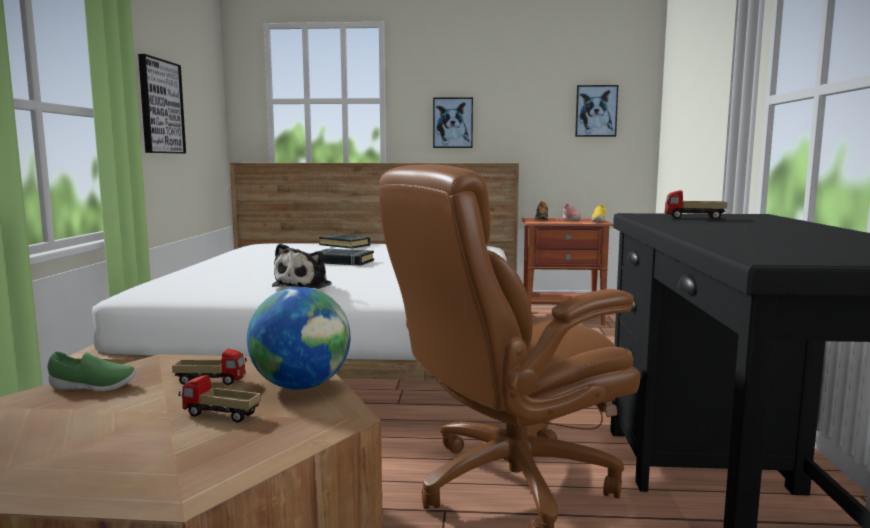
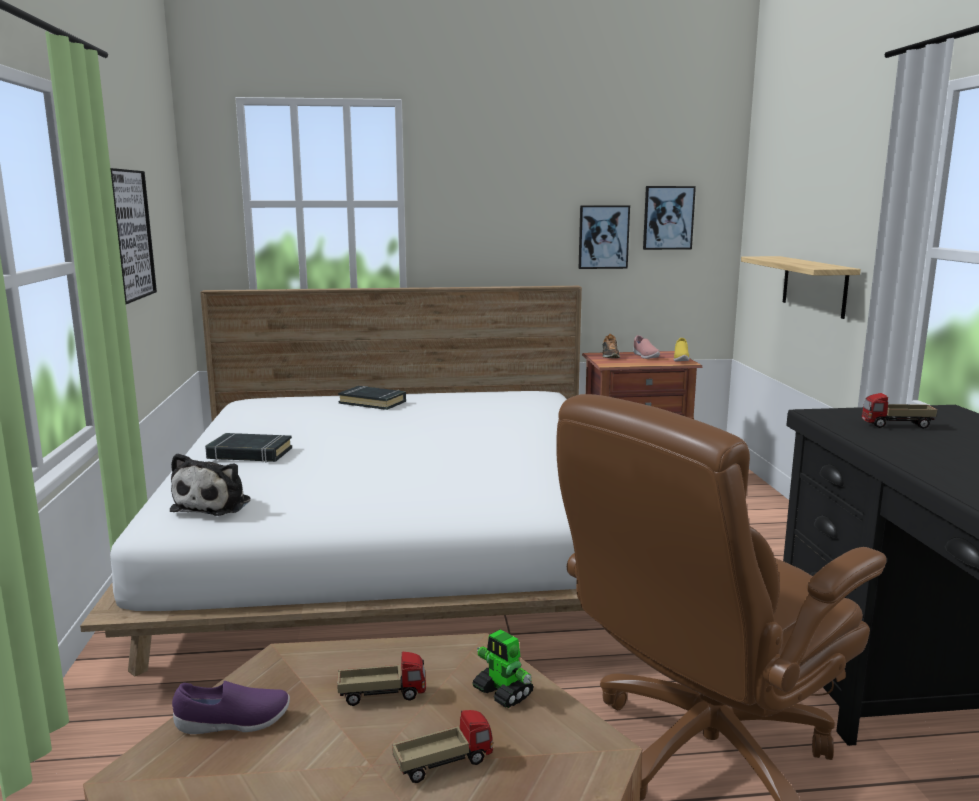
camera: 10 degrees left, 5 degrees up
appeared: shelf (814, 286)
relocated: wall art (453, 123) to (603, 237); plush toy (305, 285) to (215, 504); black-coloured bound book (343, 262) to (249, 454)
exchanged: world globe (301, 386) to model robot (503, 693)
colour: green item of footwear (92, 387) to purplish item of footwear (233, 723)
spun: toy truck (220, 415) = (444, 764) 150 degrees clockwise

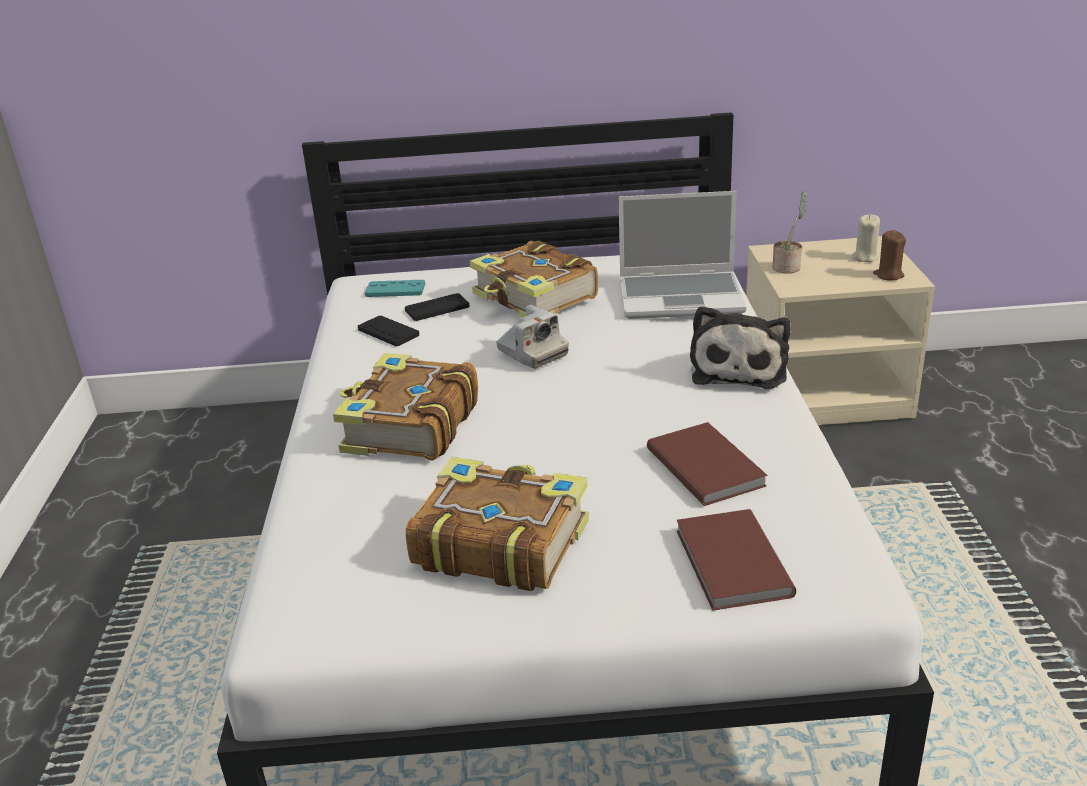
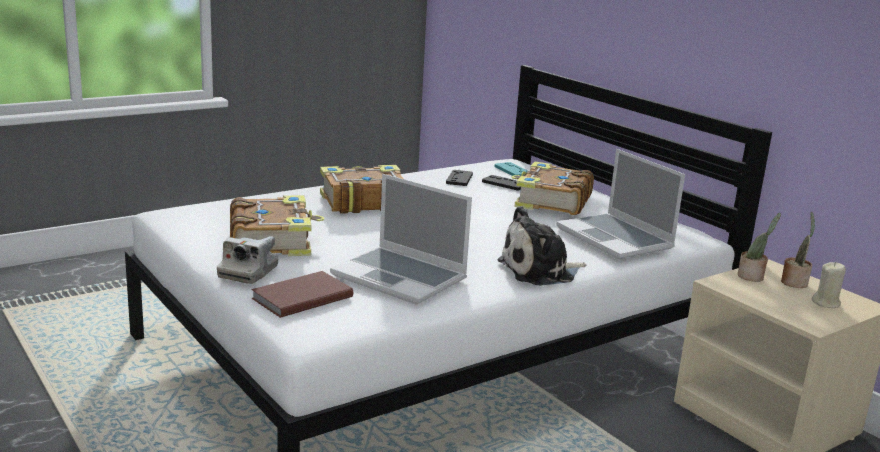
camera: 55 degrees right, 10 degrees down
missing: brown wax light (888, 275)
appeared: potted plant (795, 282)
relocated: photo camera (532, 353) to (248, 272)
exchanged: brown bound book (707, 466) to portable computer (401, 277)

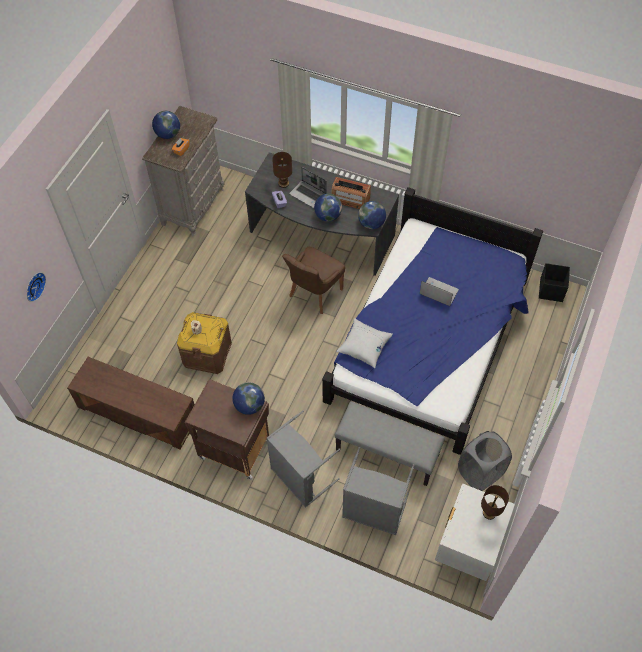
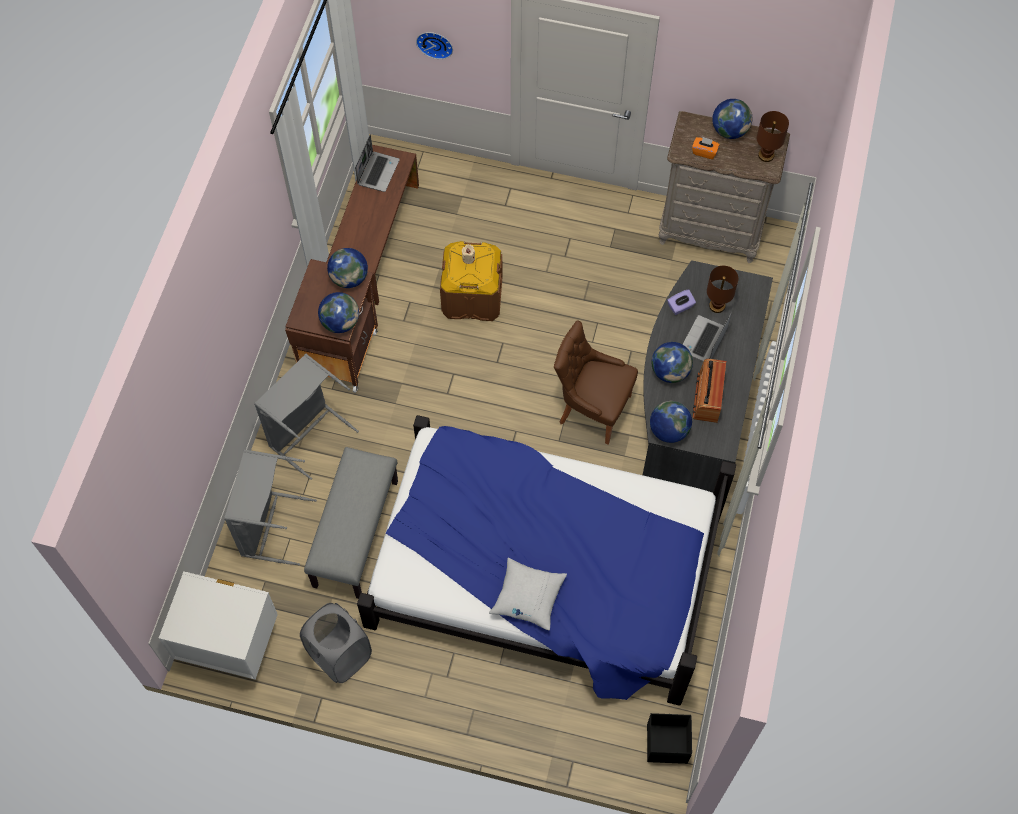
camera: 80 degrees right, 5 degrees up
appeared: world globe (349, 278)
relocated: portable computer (438, 292) to (378, 171); grey pillow (364, 347) to (528, 597); brown table lamp (489, 512) to (766, 155)

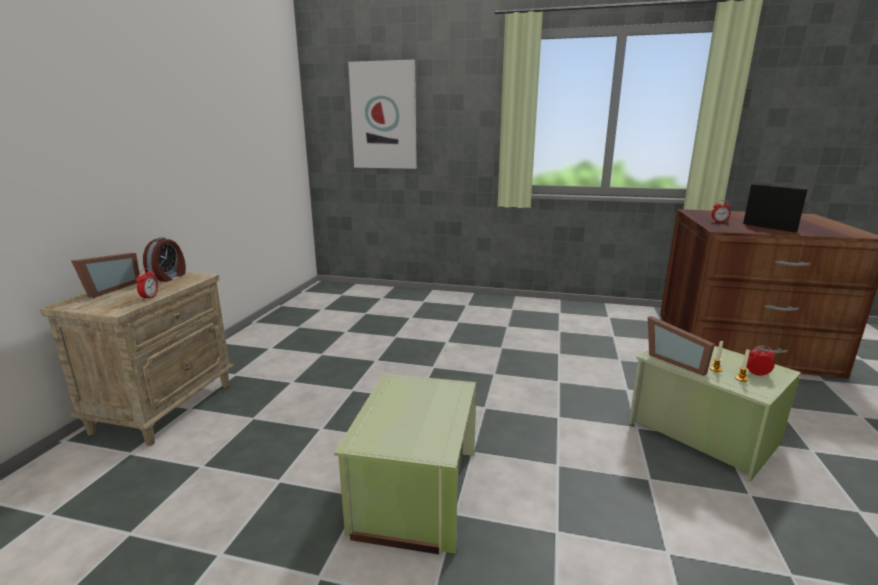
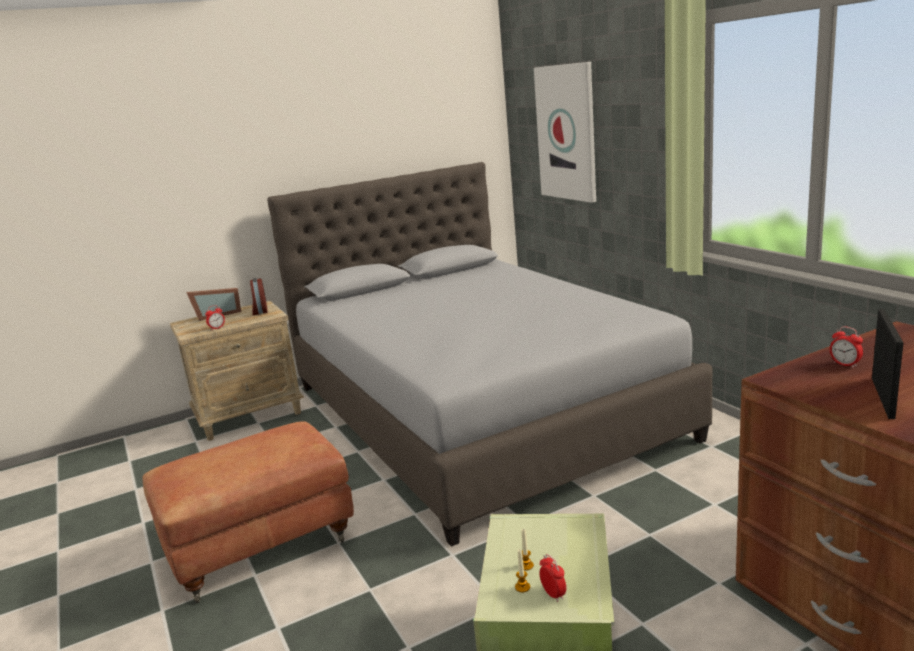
camera: 50 degrees right, 0 degrees up
missing: picture frame (676, 361)
appeared: grey bedroom bed (477, 411)
exchanged: green storage container (414, 491) to brown ottoman (261, 546)
spun: alarm clock (169, 277) = (259, 311) 105 degrees clockwise

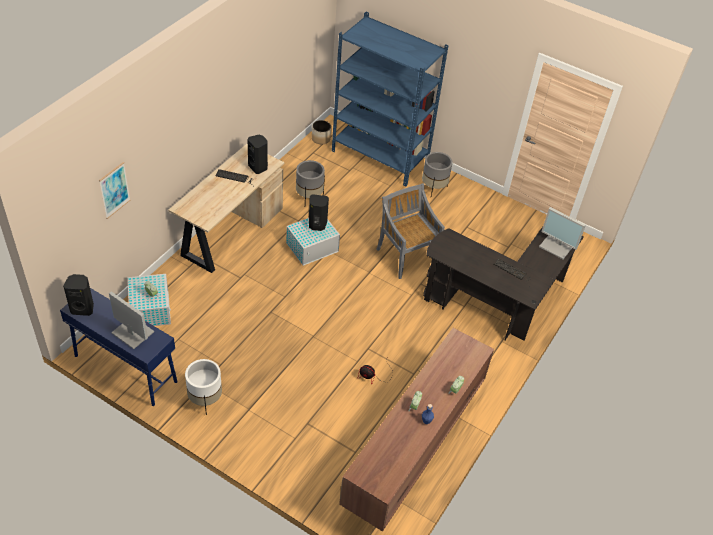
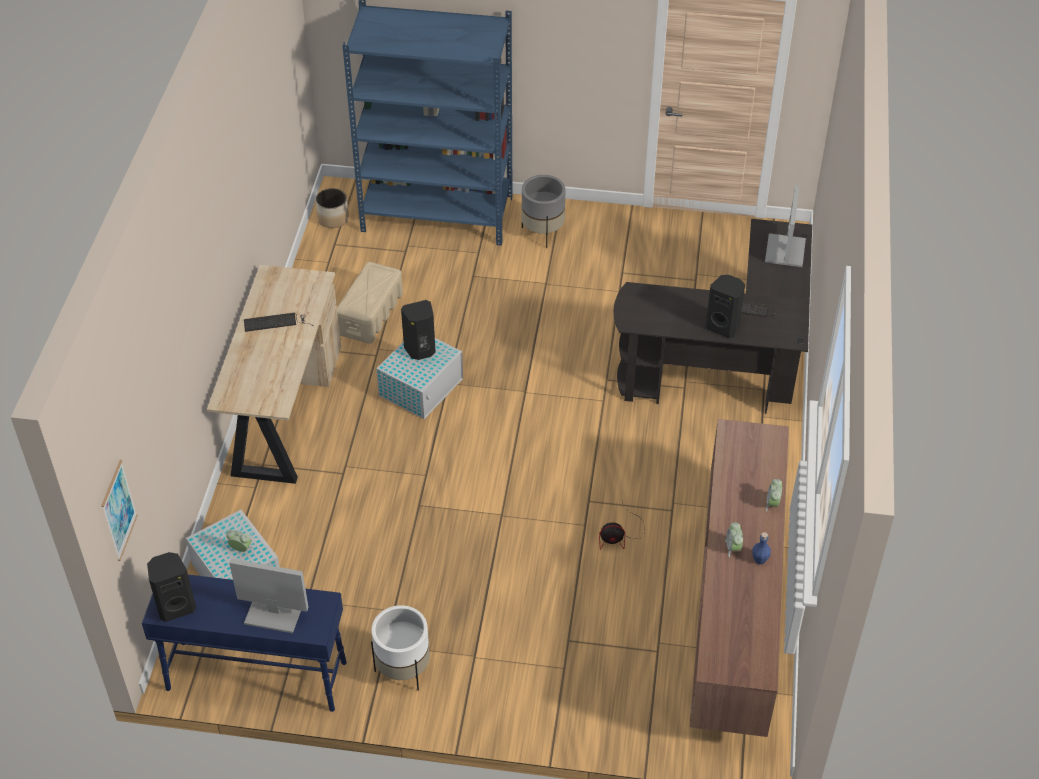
camera: 20 degrees left, 0 degrees up
missing: grey plain chair (406, 256)
relocated: black-coloured audio speaker (258, 167) to (723, 326); wall art (114, 190) to (118, 510)
exchanged: grey flower pot (309, 197) to beige-coloured storage container (370, 314)
spun: computer display (557, 246) = (786, 251) 90 degrees clockwise

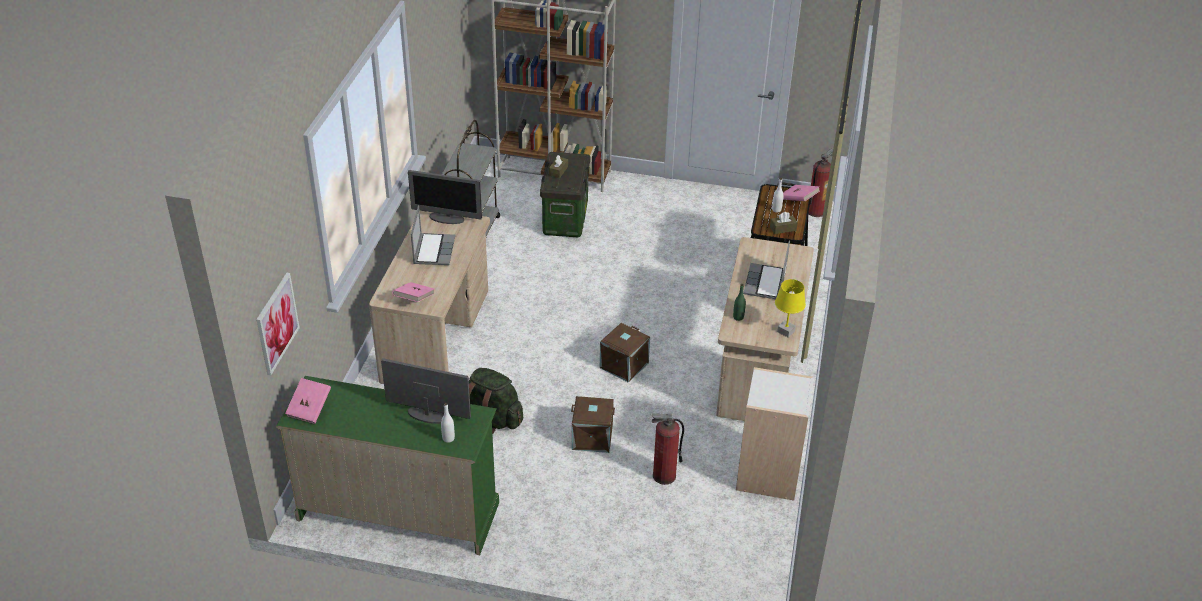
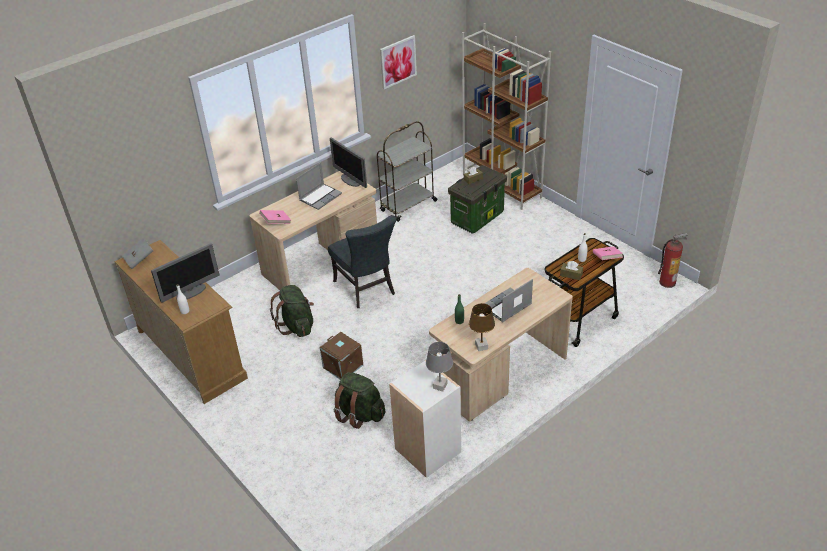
camera: 40 degrees right, 0 degrees up
missing: brown storage container (624, 366)
appeared: grey plain chair (367, 289); grey table lamp (440, 386)
relocated: wall art (277, 323) to (398, 62)
exchanged: fire-fighting cylinder (664, 476) to green rucksack (359, 414)
colour: yellowish table lamp (785, 331) to brown table lamp (481, 346); green cabinet (397, 510) to brown cabinet (191, 353); pinkish bound book (309, 408) to grey bound book (139, 259)
spun: computer display (428, 415) = (191, 292) 90 degrees clockwise

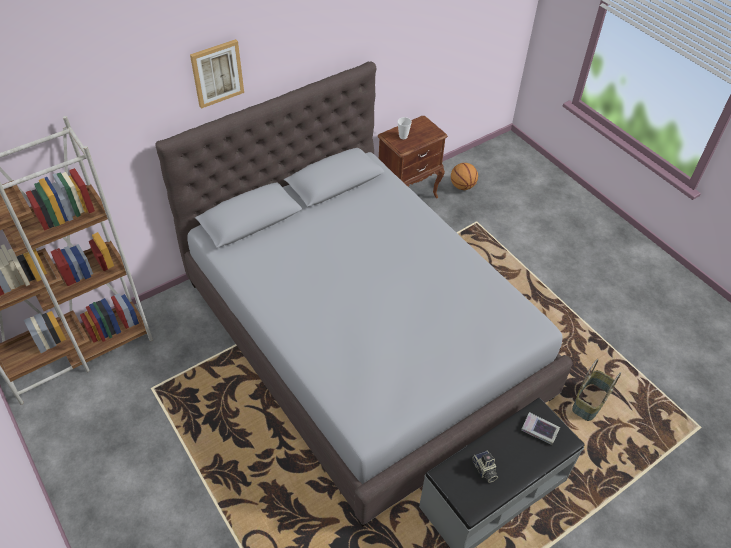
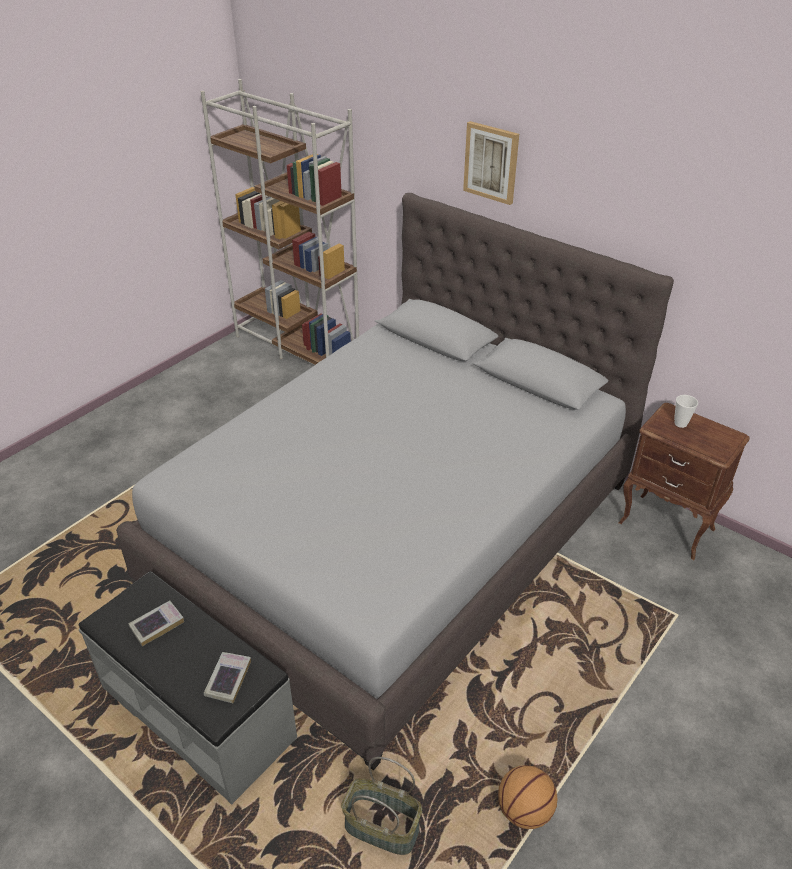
camera: 75 degrees right, 10 degrees down
relocated: ball for basketball (462, 186) to (524, 811)
exchanged: photo camera (484, 470) to bound book (157, 625)

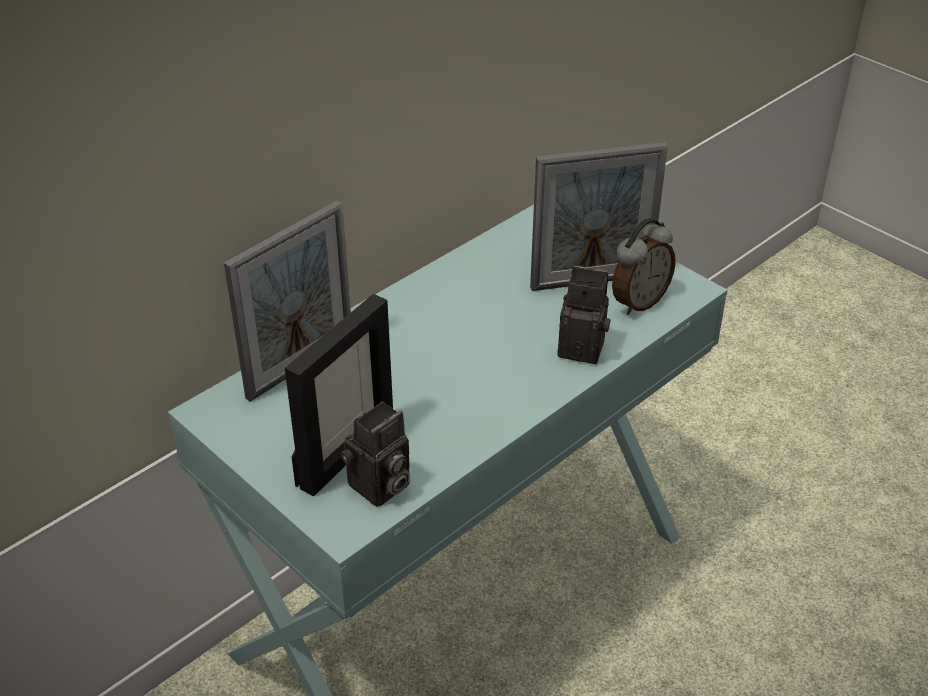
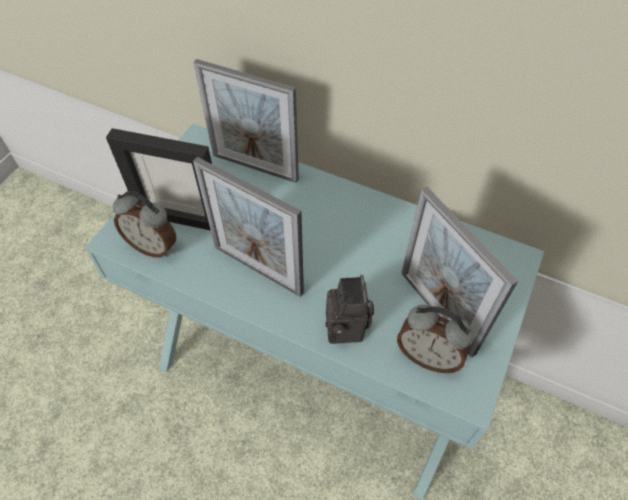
camera: 70 degrees right, 15 degrees up
appeared: picture frame (258, 269)
exchanged: photo camera (379, 488) to alarm clock (153, 246)

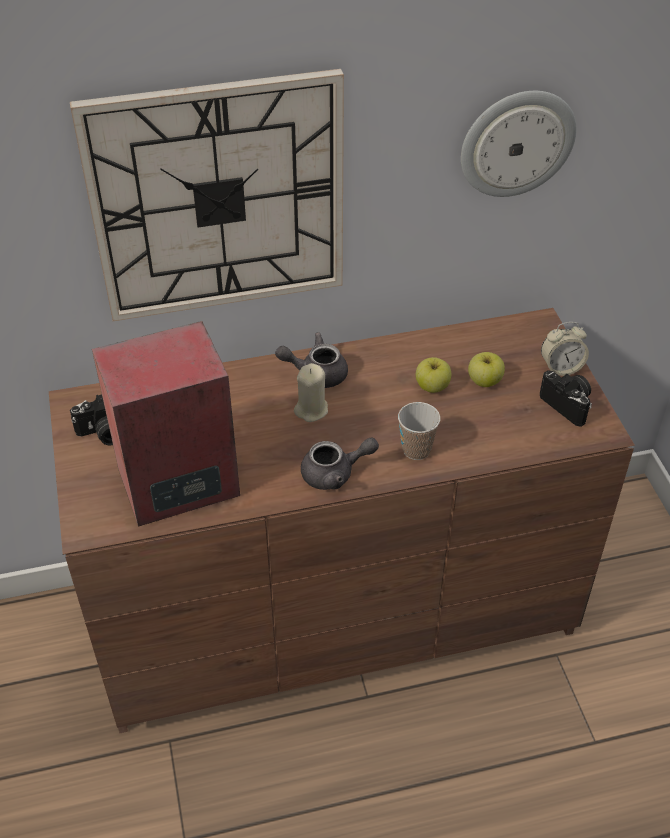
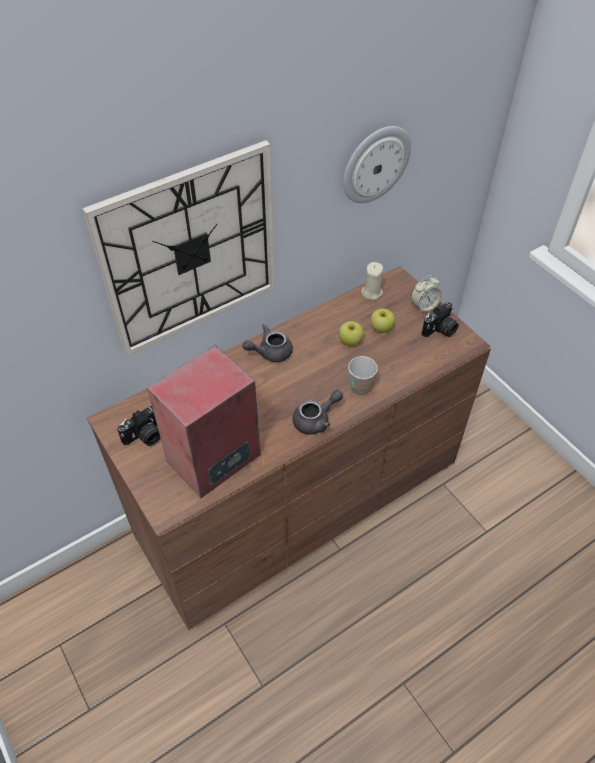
camera: 20 degrees left, 5 degrees up
relocated: beige-coloured wax light (311, 410) to (371, 292)
spun: photo camera (568, 405) = (440, 330) 105 degrees clockwise

